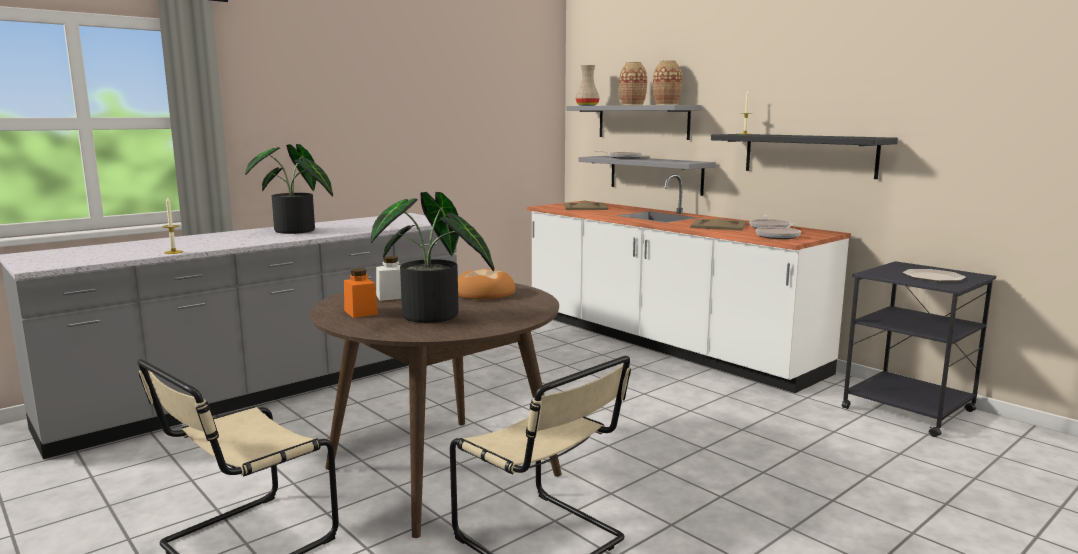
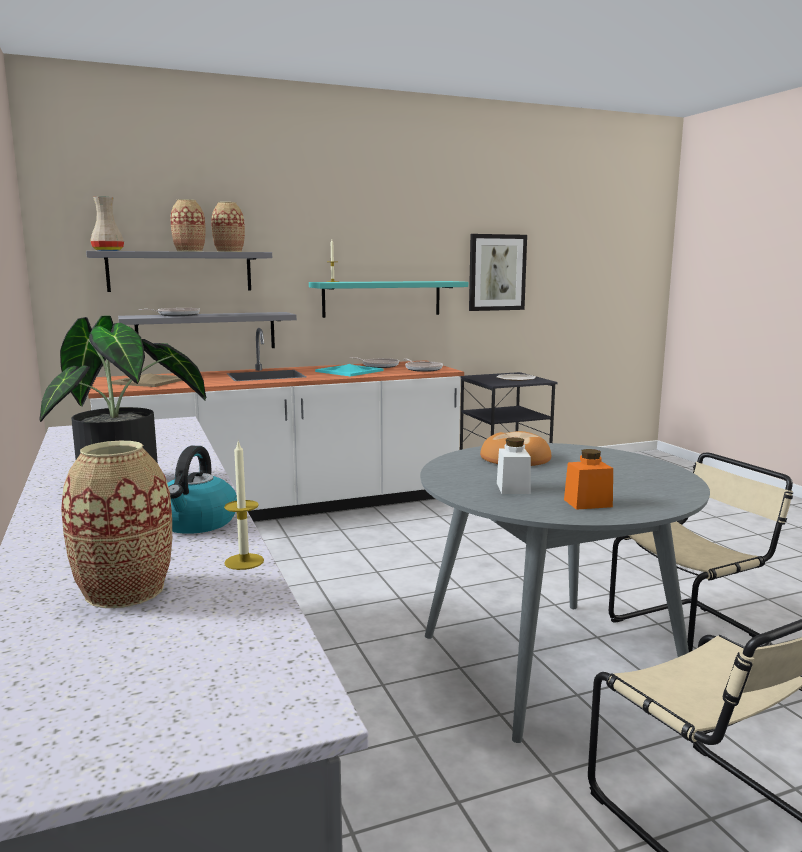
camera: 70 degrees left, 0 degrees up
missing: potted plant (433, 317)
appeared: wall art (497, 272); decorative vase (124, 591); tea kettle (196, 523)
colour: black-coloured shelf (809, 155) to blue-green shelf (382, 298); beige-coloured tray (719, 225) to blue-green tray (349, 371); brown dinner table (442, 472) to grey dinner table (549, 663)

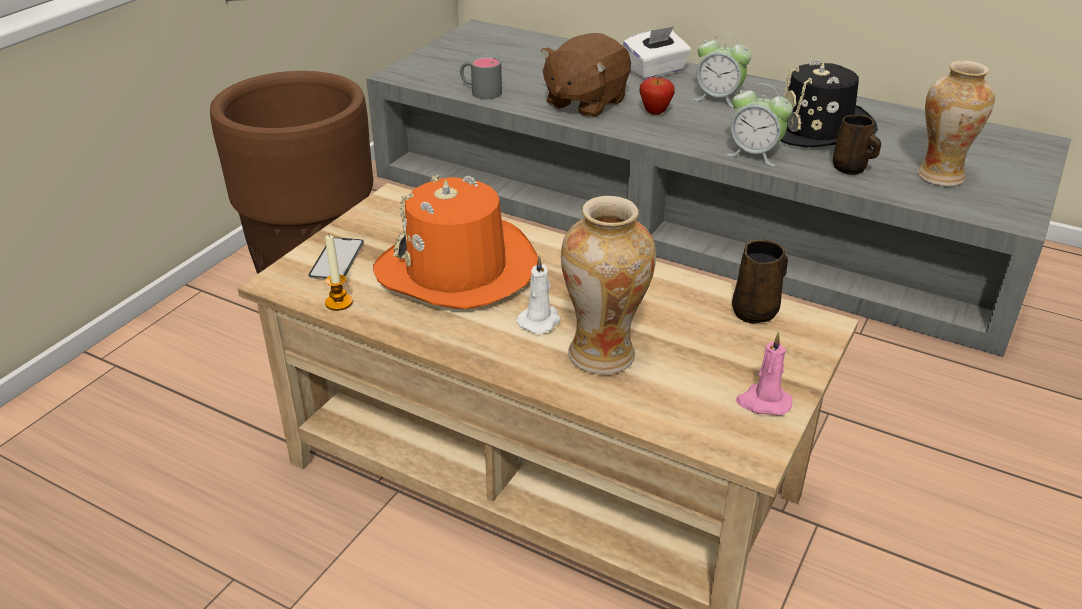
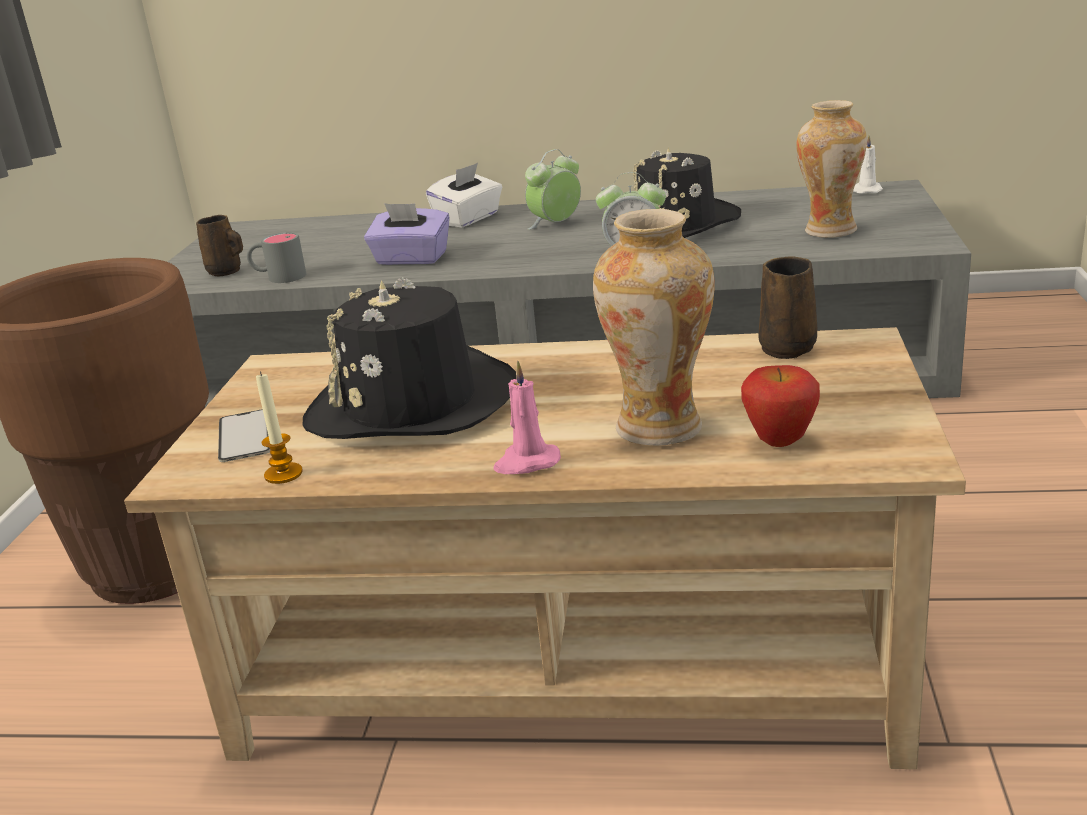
camera: 20 degrees left, 10 degrees down
relocated: apple (655, 113) to (780, 442); brown mug (850, 169) to (226, 272); whitish wax light (540, 321) to (867, 190); pinkish wax light (763, 402) to (526, 463)
exchanged: brown plush toy (585, 103) to purplish tissue holder (411, 259)
colour: orange hat (457, 269) to black-coloured hat (411, 404)
spun: alarm clock (718, 99) = (556, 225) 135 degrees clockwise

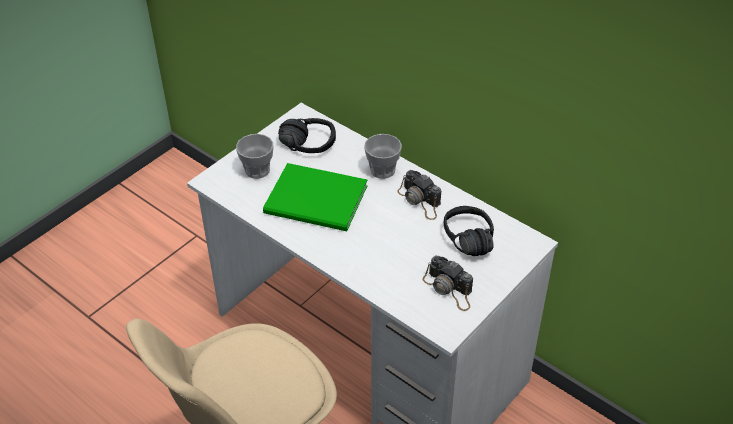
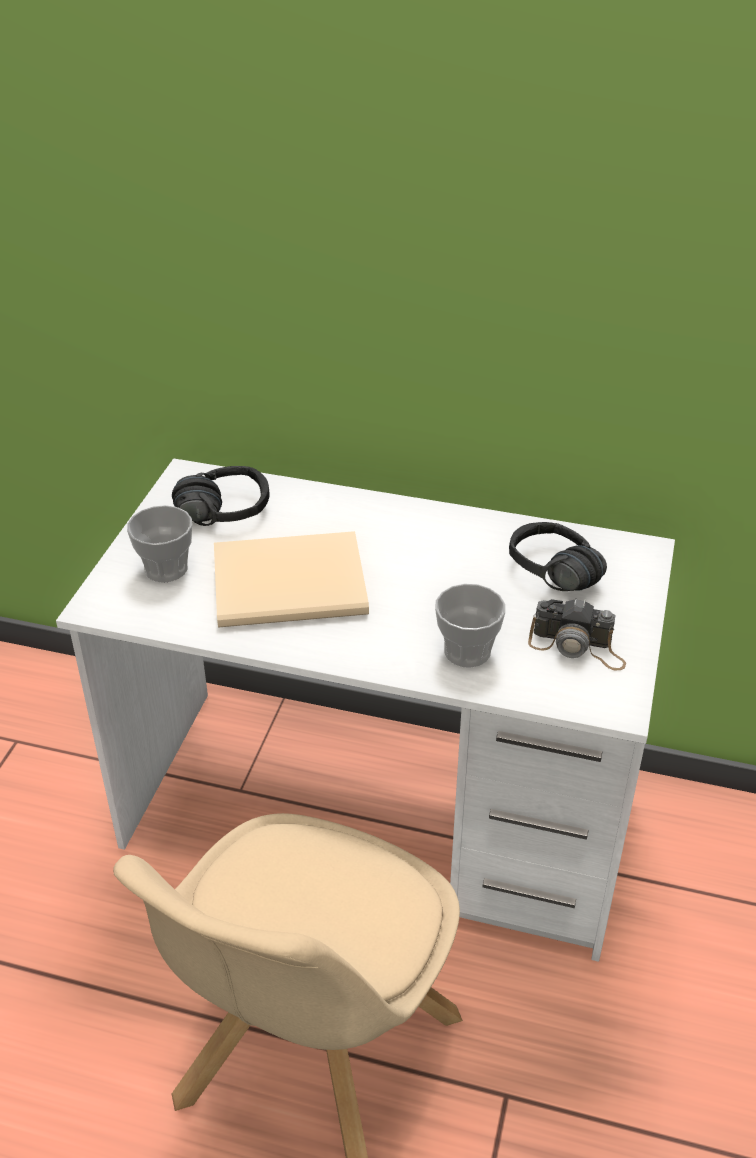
camera: 25 degrees left, 5 degrees down
missing: photo camera (420, 201)
relocated: cup (382, 170) to (467, 651)
colour: green bound book (318, 202) to beige-coloured bound book (294, 586)

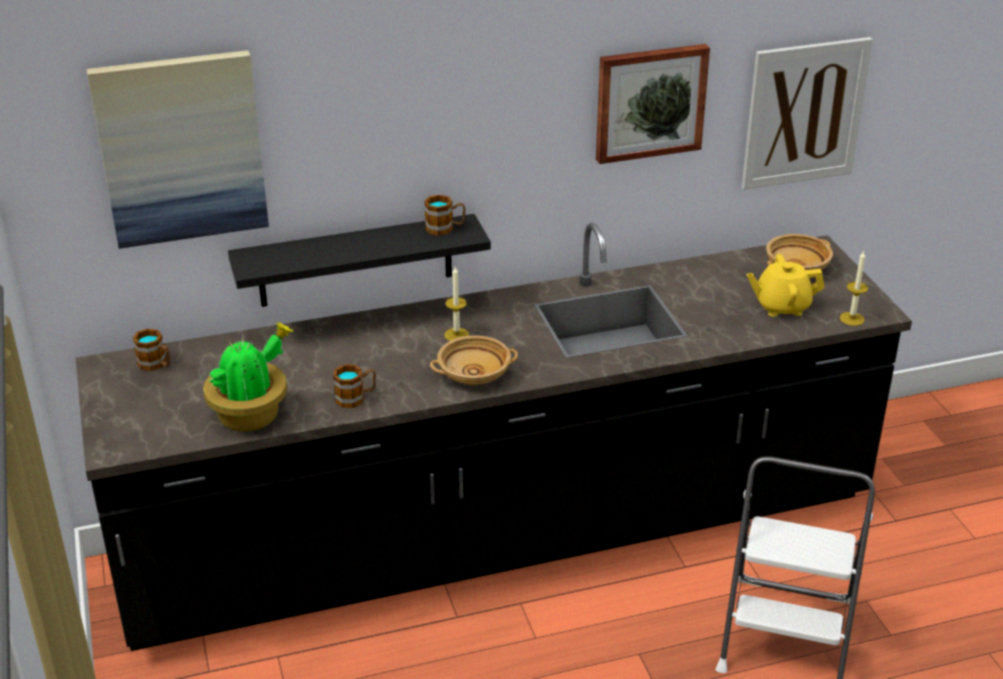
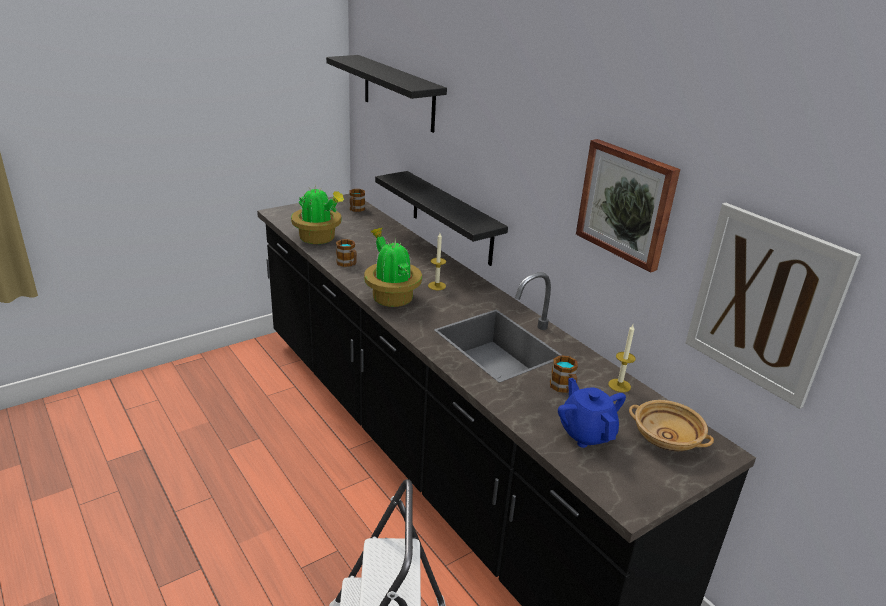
camera: 70 degrees right, 5 degrees down
relocated: mug (445, 228) to (564, 388); wax light (852, 319) to (619, 385)
exchanged: wall art (181, 148) to black-coloured shelf (398, 93); beige-coloured serving bowl (473, 375) to potted plant (391, 297)
colour: yellowish teapot (781, 306) to bluish teapot (586, 433)

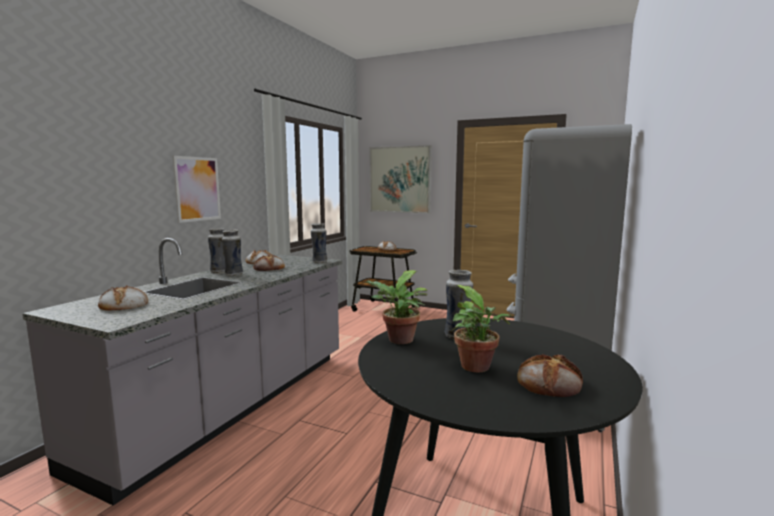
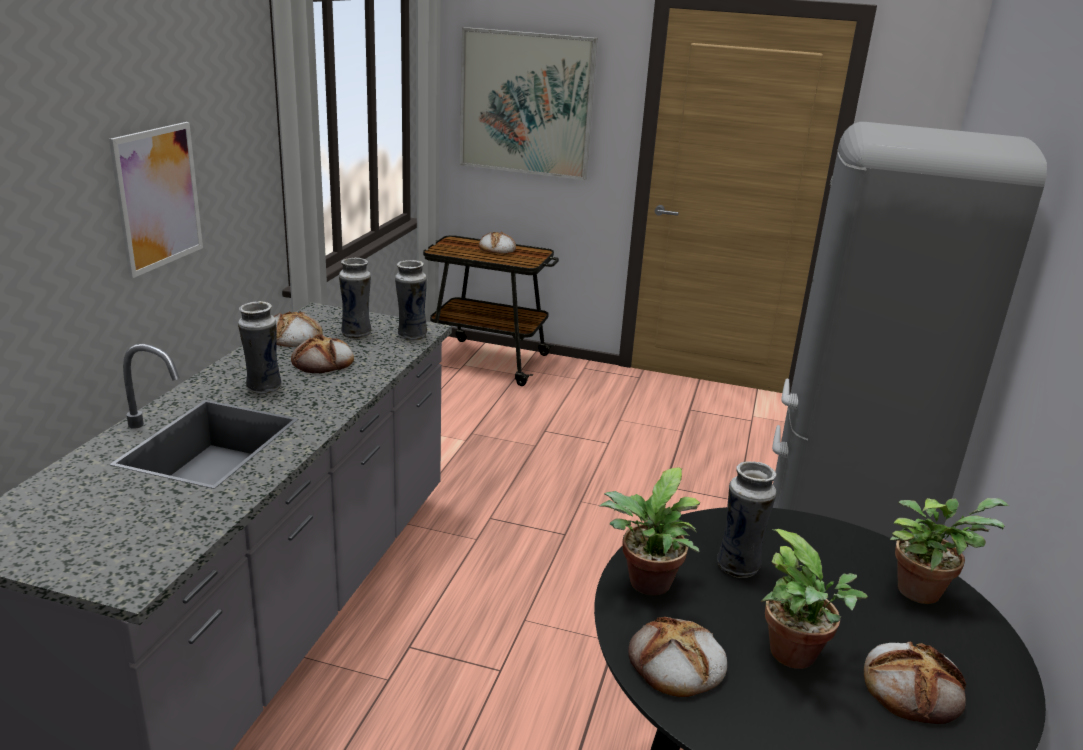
camera: 10 degrees left, 15 degrees up
appeared: potted plant (922, 589)
relocated: decorative vase (219, 272) to (356, 334); baked bread (123, 305) to (676, 664)

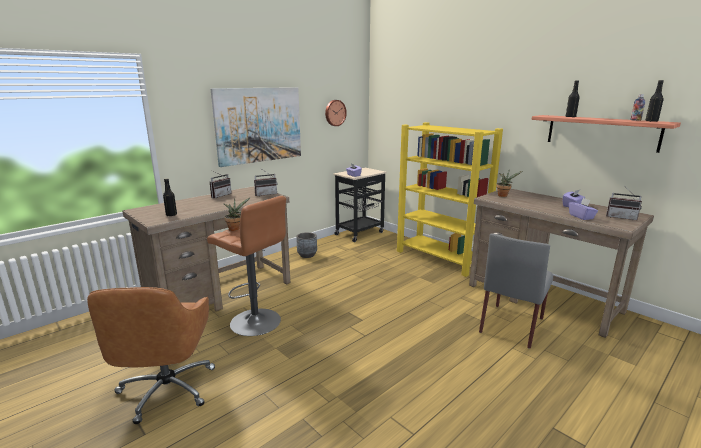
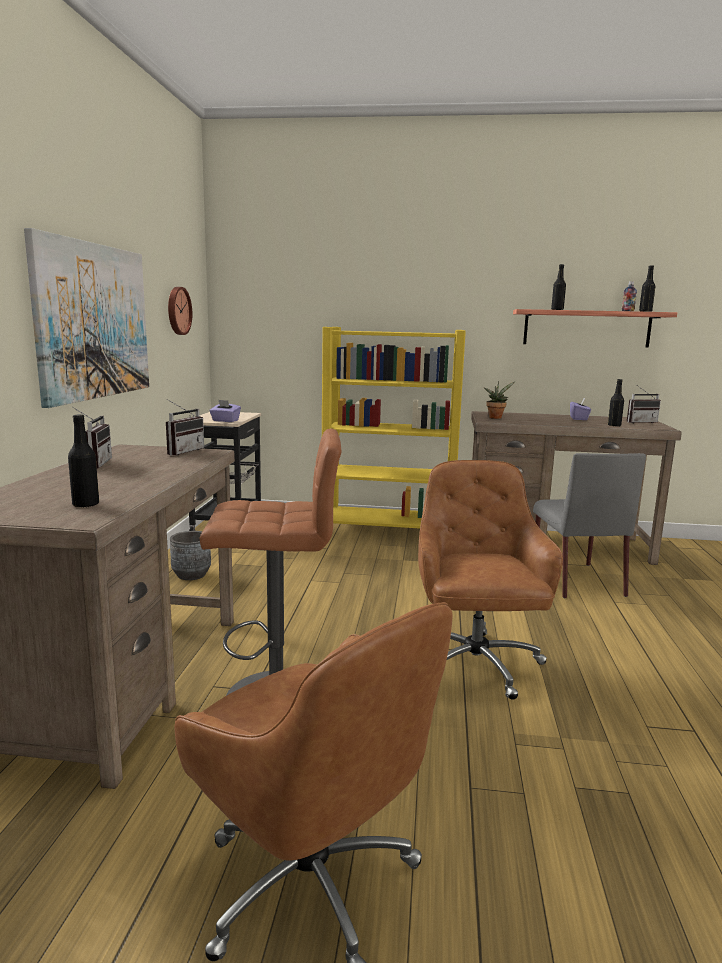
camera: 40 degrees left, 5 degrees down
missing: potted plant (235, 228)
appeared: brown office chair (476, 663)
exchanged: purplish tissue holder (581, 217) to black-coloured beverage bottle (614, 425)

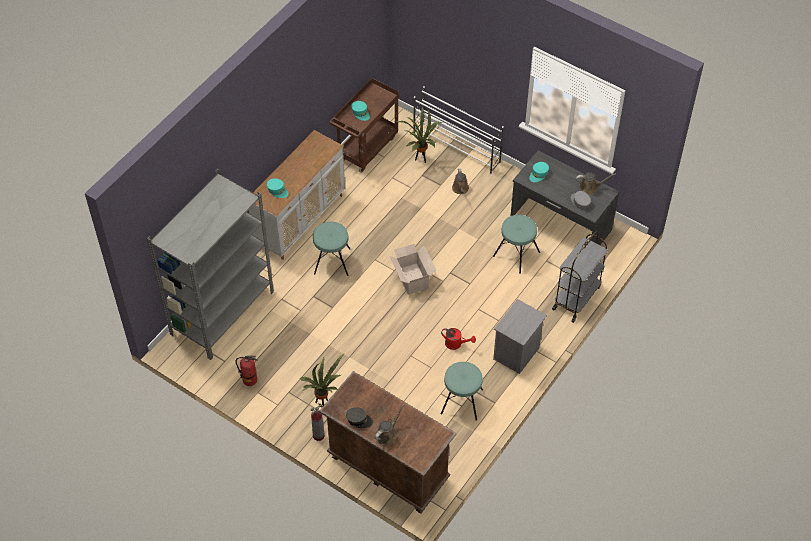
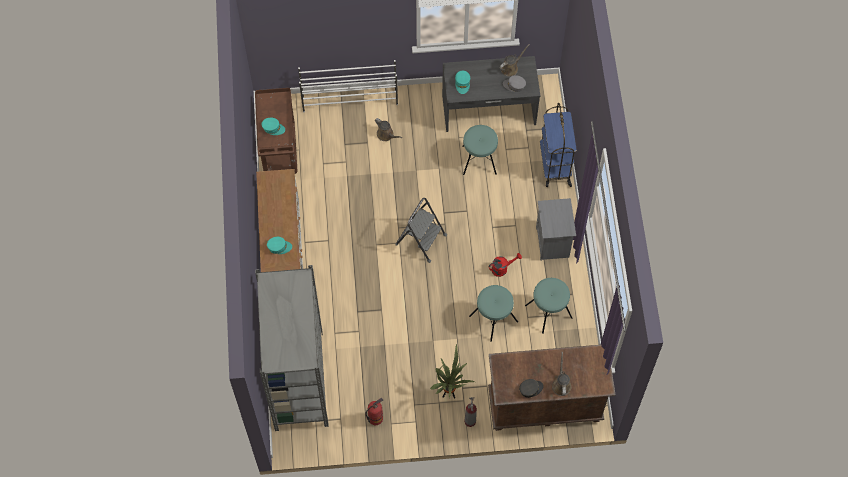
camera: 40 degrees left, 10 degrees up
missing: potted plant (420, 159)
relocated: blue-green sitting stool (332, 261) to (493, 319)
exchanged: cardboard box (412, 278) to grey step ladder (419, 238)
colour: grey trolley (577, 297) to bluish trolley (555, 163)

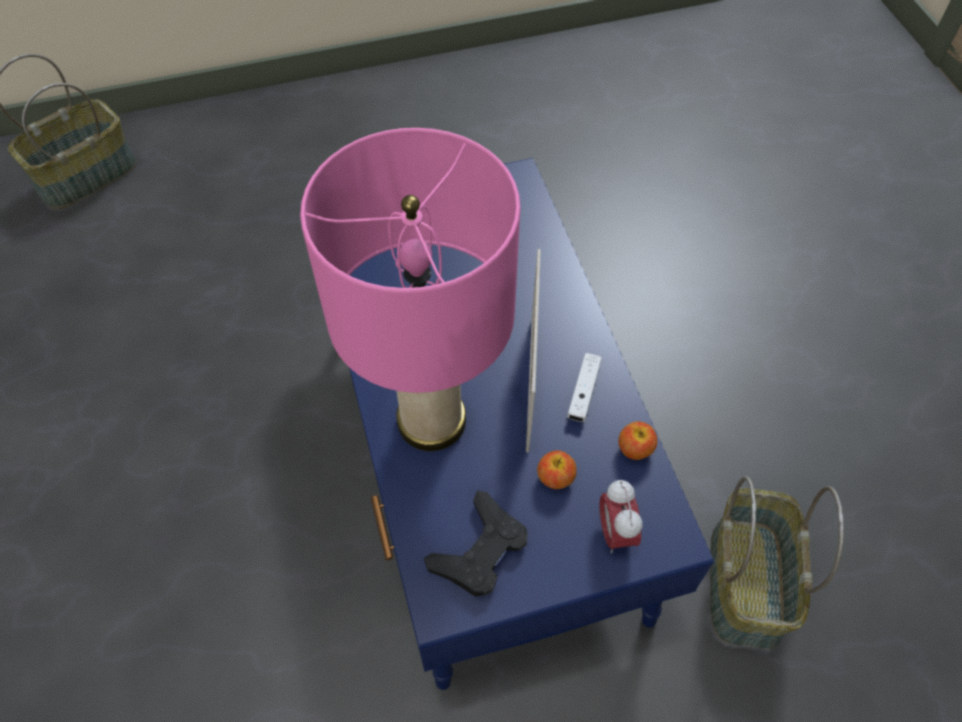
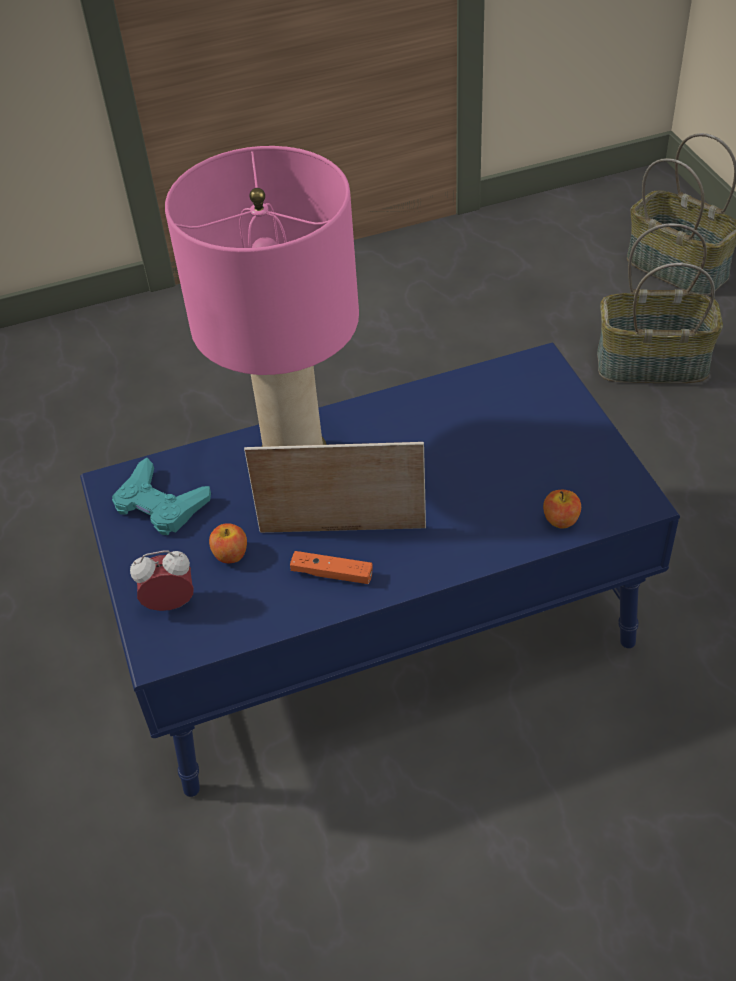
camera: 90 degrees right, 10 degrees down
relocated: apple (635, 449) to (560, 520); household basket (747, 584) to (651, 365)
colour: whitish gamepad (583, 392) to orange gamepad (332, 574); black-coloured gamepad (480, 550) to blue-green gamepad (160, 504)

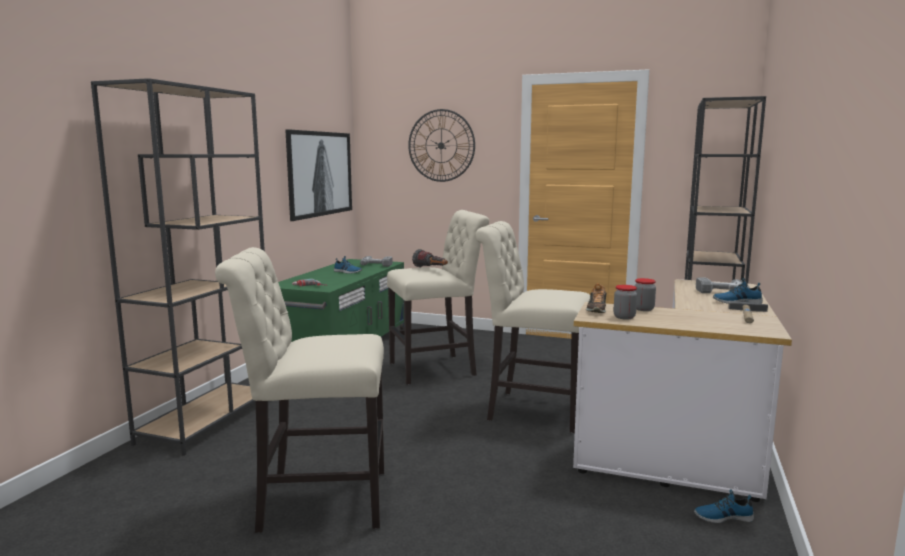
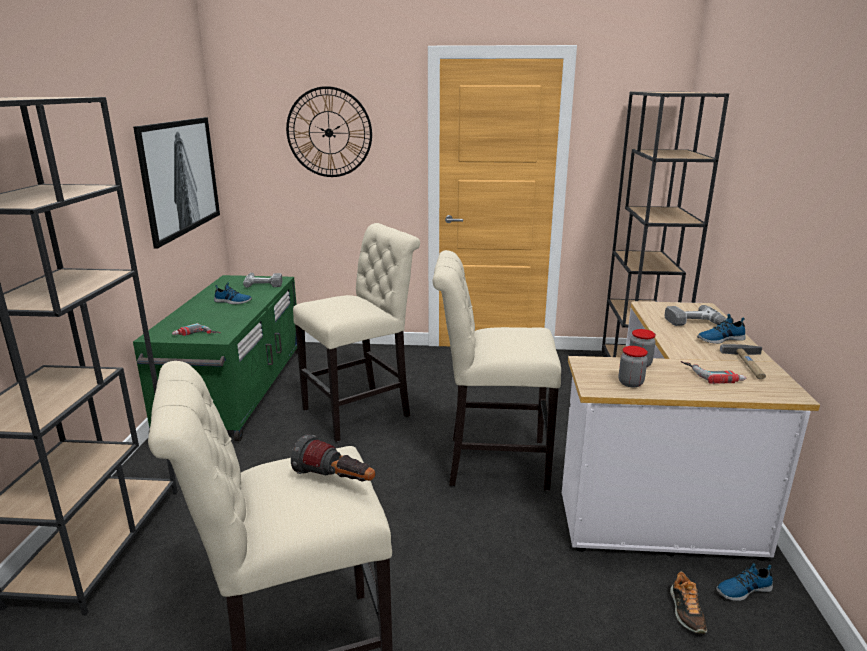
camera: 15 degrees left, 10 degrees up
appeared: electric drill (712, 374)
relocated: flashlight (431, 269) to (336, 480); item of footwear (596, 309) to (686, 611)

